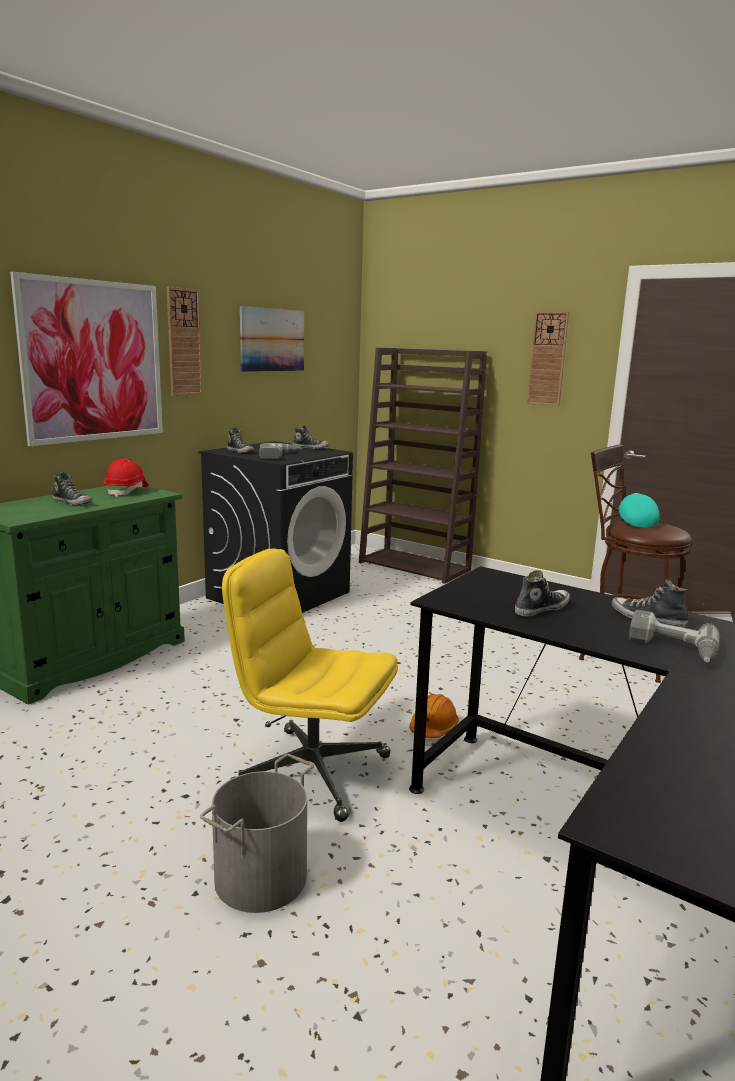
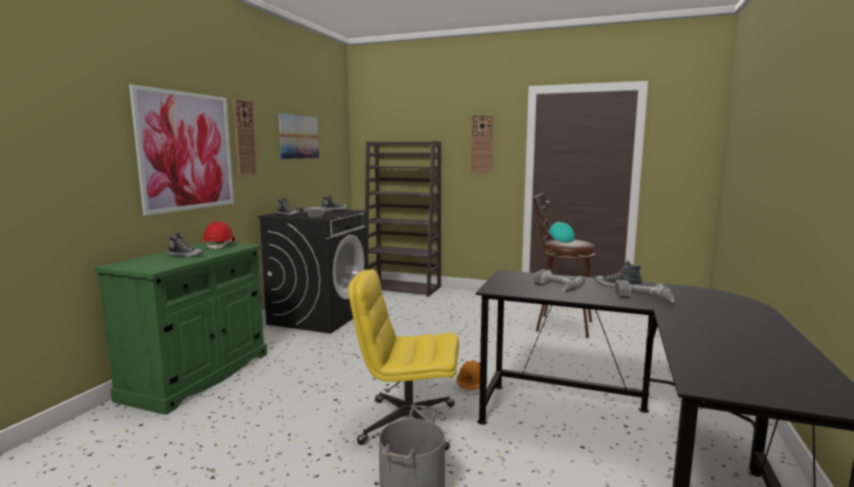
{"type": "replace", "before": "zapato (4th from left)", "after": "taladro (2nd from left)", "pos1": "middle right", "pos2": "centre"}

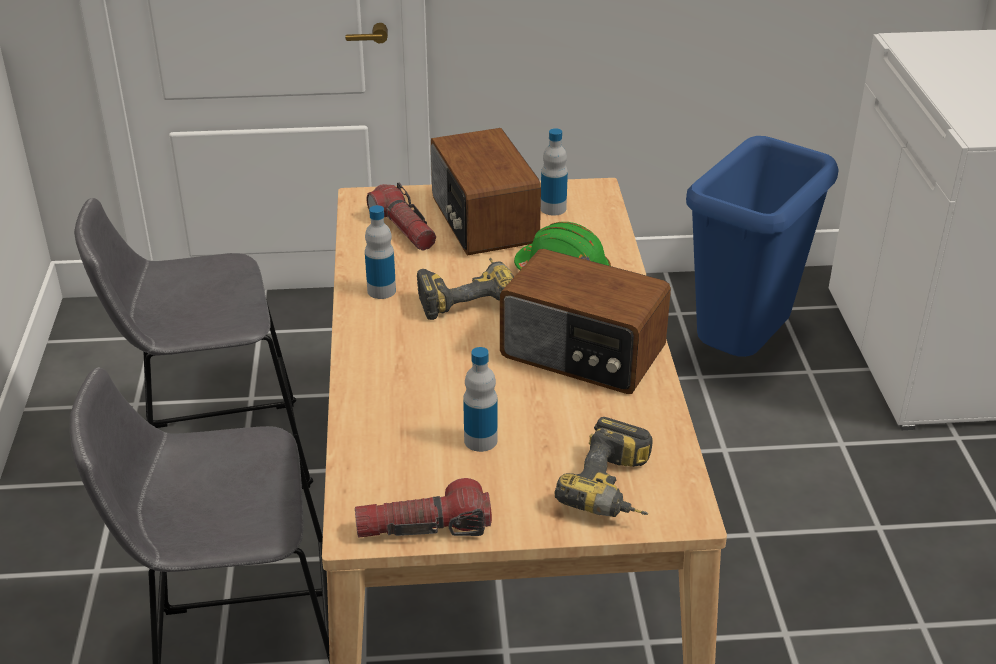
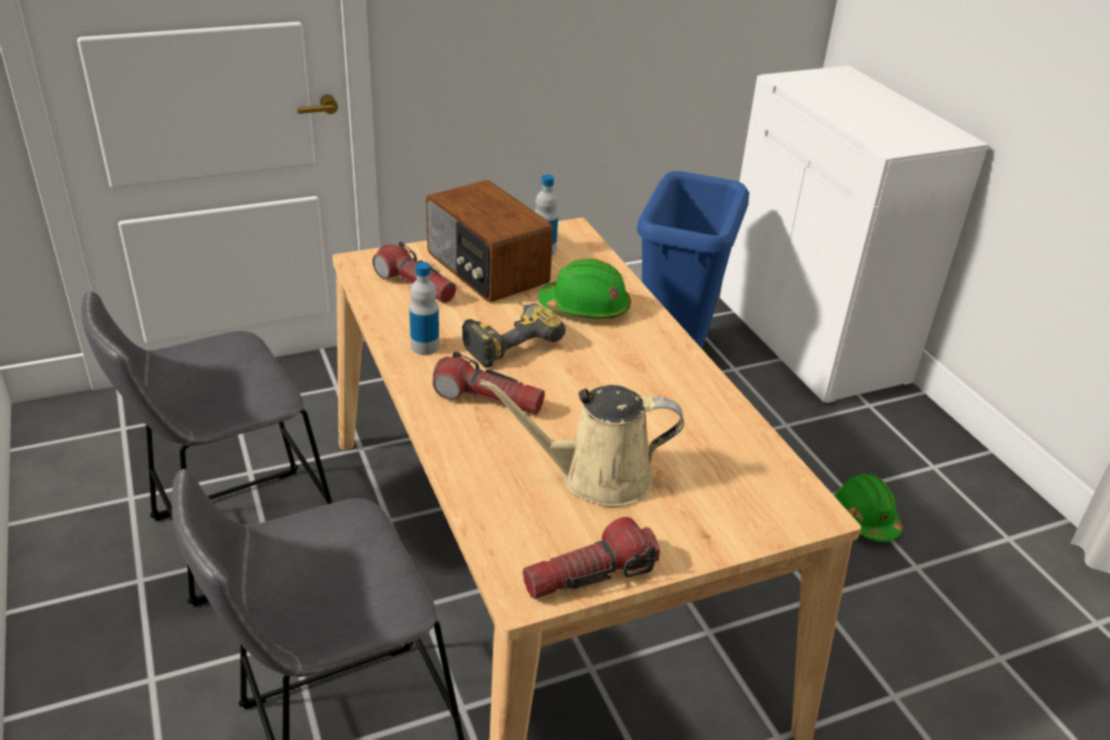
{"type": "delete", "before": "radio (2nd from left)", "pos1": "centre"}
{"type": "replace", "before": "botella (2nd from left)", "after": "regadera [beis]", "pos1": "centre", "pos2": "centre"}
{"type": "delete", "before": "taladro (2nd from left)", "pos1": "bottom centre"}
{"type": "insert", "after": "linterna (2nd from left)", "pos2": "centre"}
{"type": "insert", "after": "casco [verde] (2nd from left)", "pos2": "bottom right"}

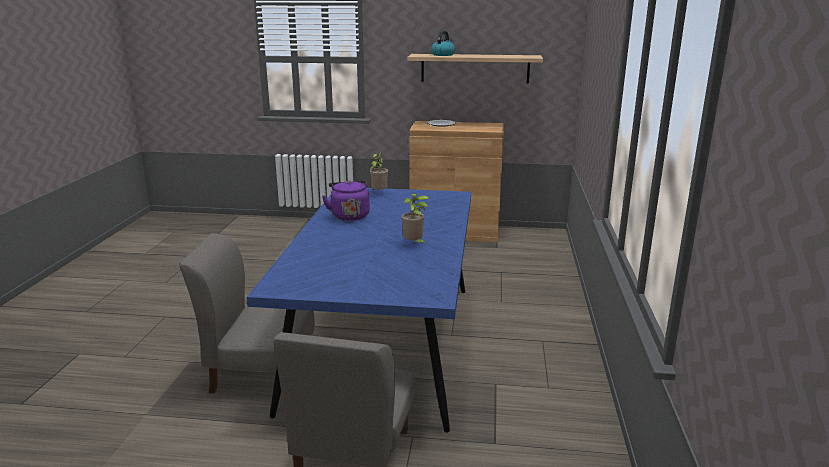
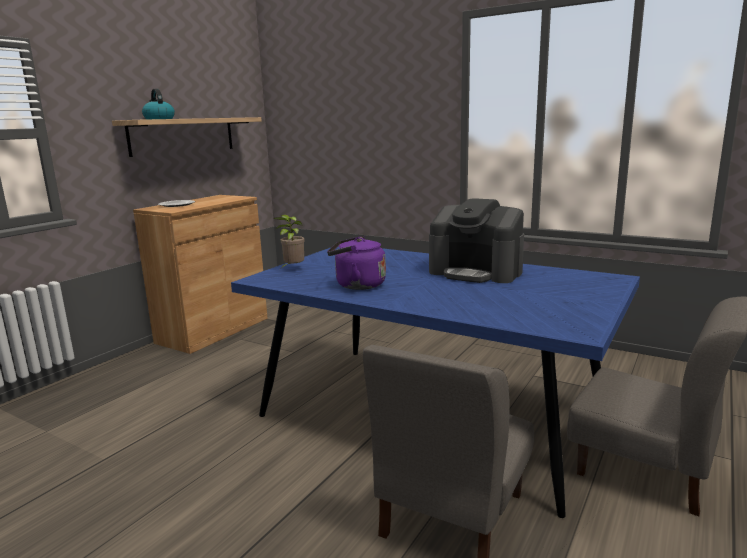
{"type": "replace", "before": "planta en maceta (2nd from left)", "after": "cafetera", "pos1": "centre", "pos2": "centre"}

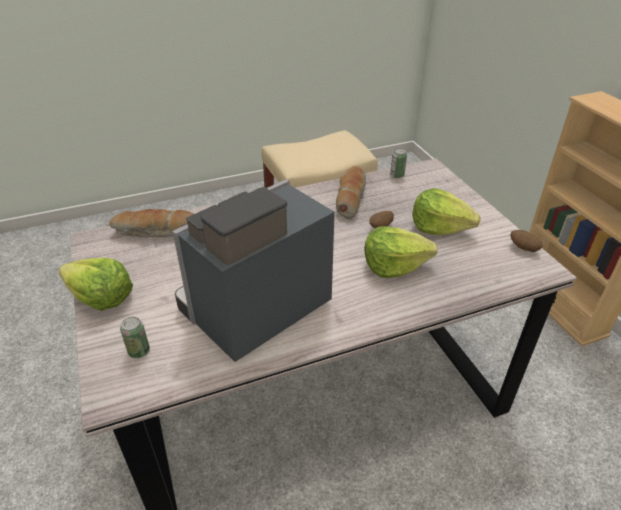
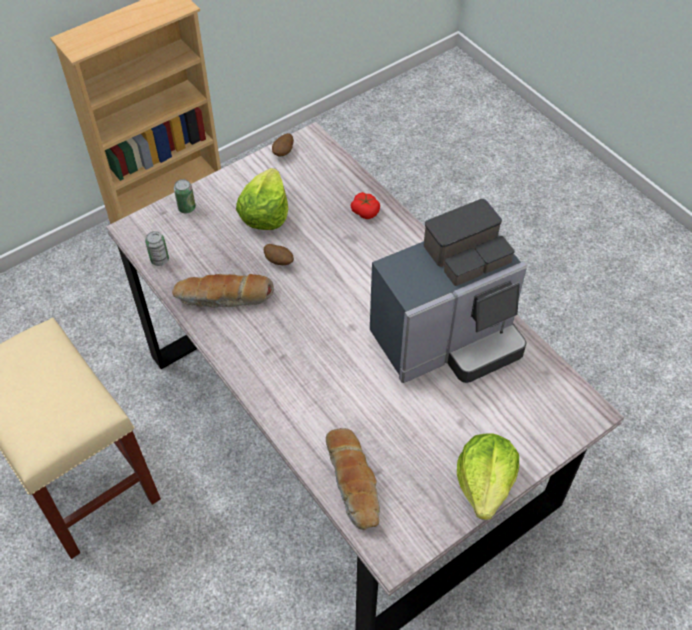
{"type": "rotate", "before": "cafetera", "pos1": "centre", "pos2": "centre", "turn": -60}
{"type": "delete", "before": "lechuga (2nd from left)", "pos1": "centre"}
{"type": "move", "before": "lata (1st from left in the first image)", "after": "lata (2nd from left)", "pos1": "middle left", "pos2": "top left"}
{"type": "insert", "after": "tomate", "pos2": "top centre"}

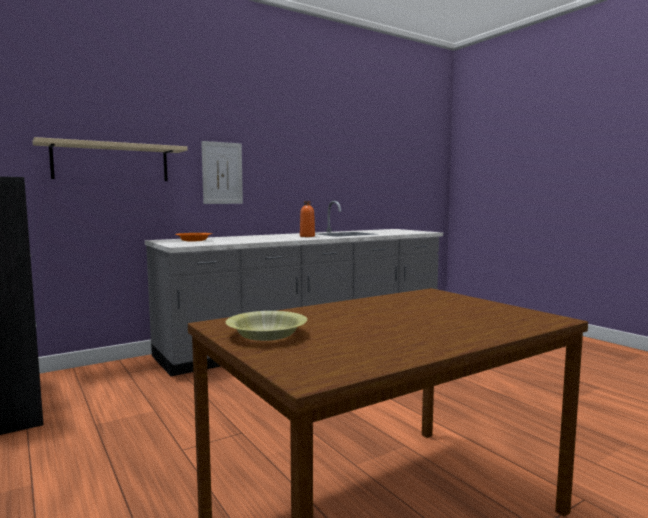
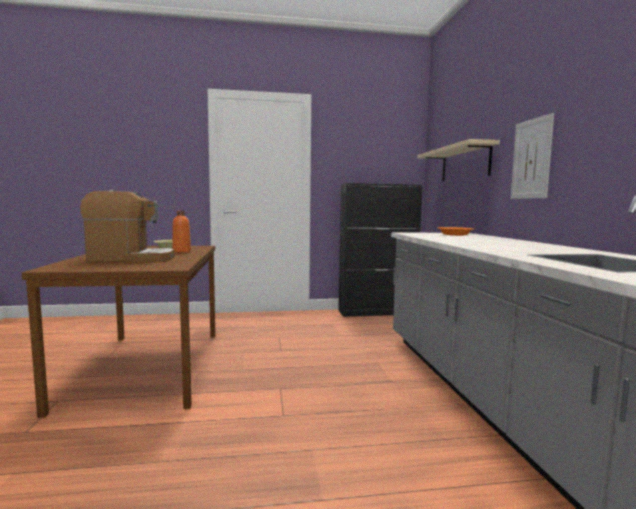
{"type": "move", "before": "botella [naranja]", "pos1": "centre", "pos2": "middle left"}
{"type": "insert", "after": "cafetera", "pos2": "middle left"}

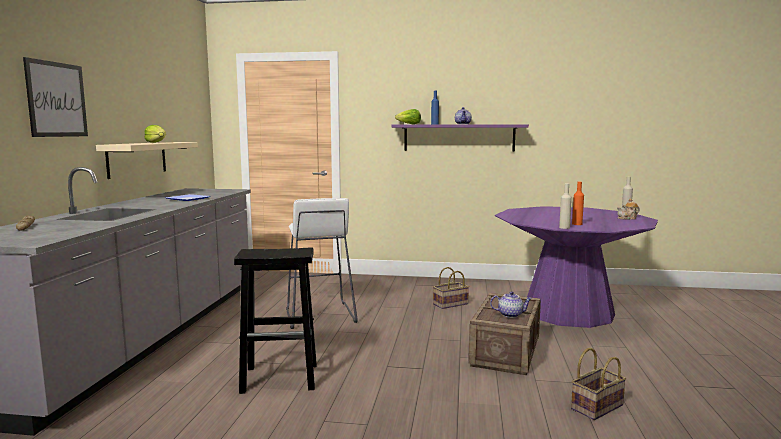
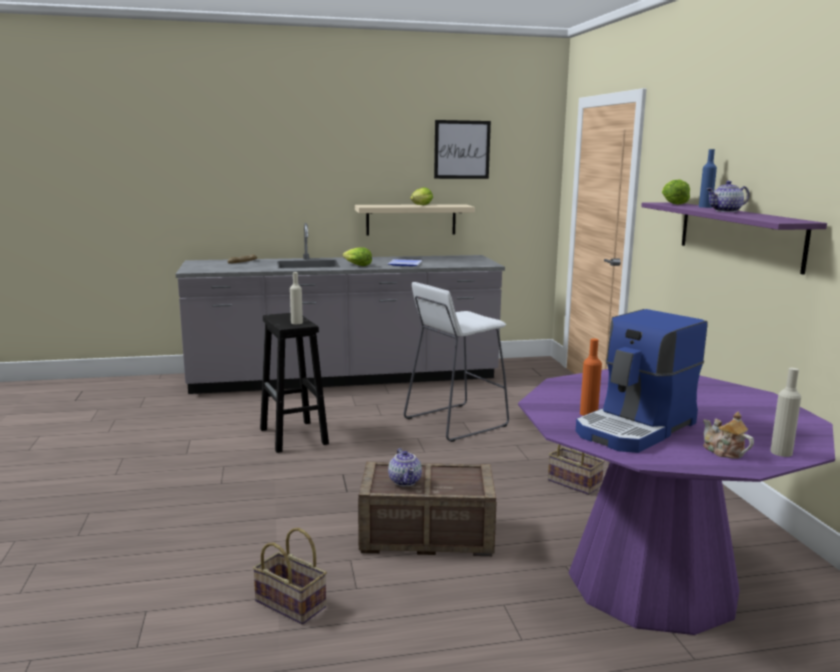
{"type": "move", "before": "cuadro", "pos1": "top left", "pos2": "top centre"}
{"type": "move", "before": "botella [beis] (1st from left)", "pos1": "middle right", "pos2": "centre"}
{"type": "insert", "after": "lechuga (1st from left)", "pos2": "centre"}
{"type": "insert", "after": "cafetera", "pos2": "middle right"}

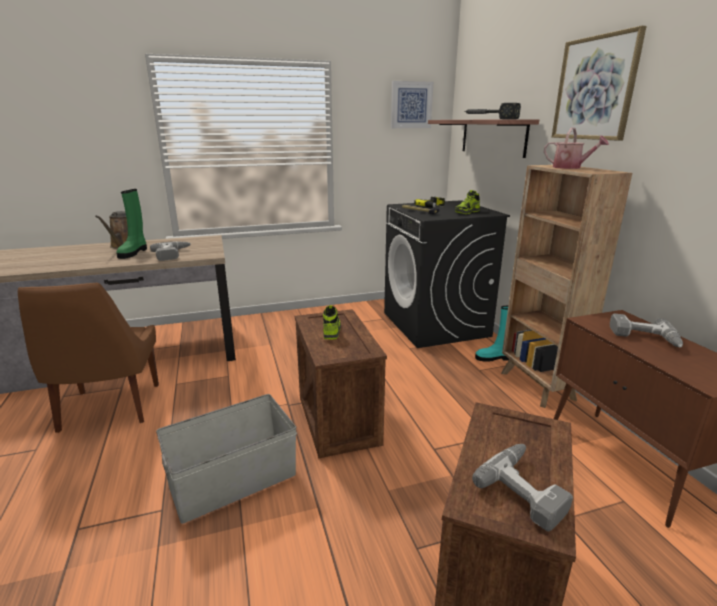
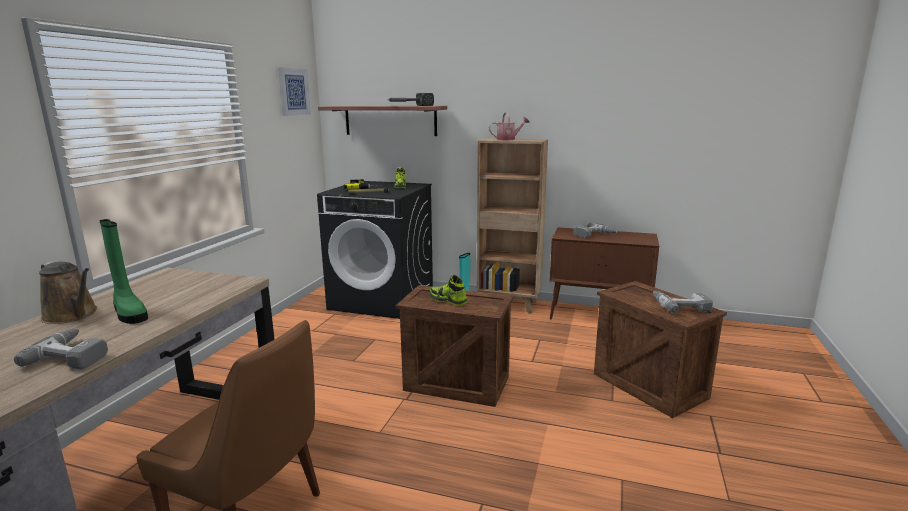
{"type": "delete", "before": "cuadro (2nd from left)", "pos1": "top right"}
{"type": "move", "before": "taladro (1st from left)", "pos1": "middle left", "pos2": "bottom left"}
{"type": "delete", "before": "caja de almacenaje [gris]", "pos1": "bottom left"}

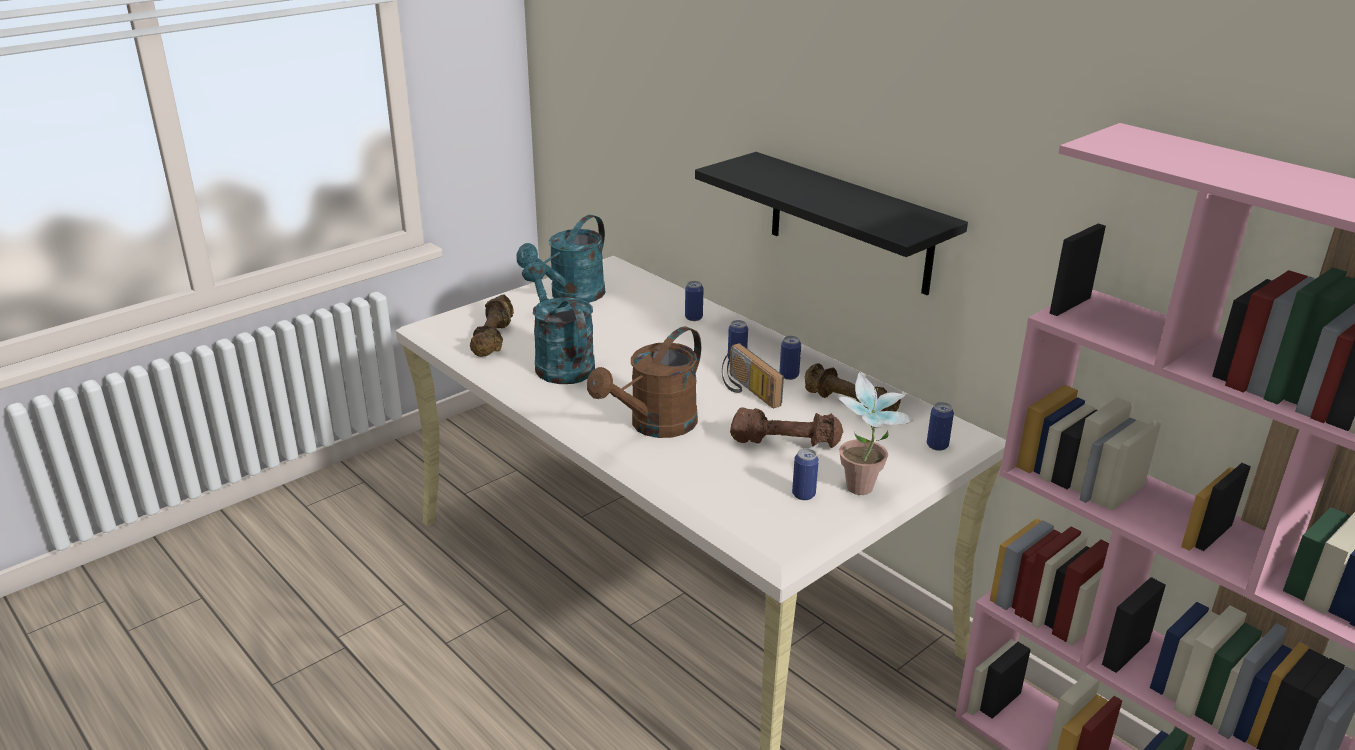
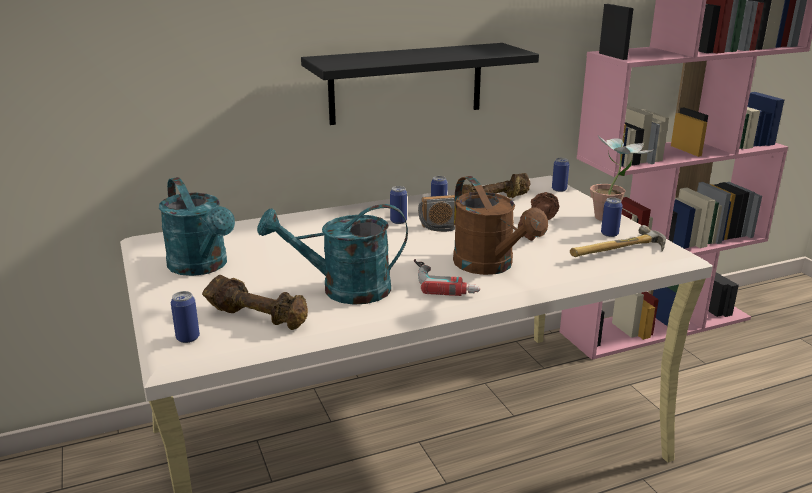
{"type": "move", "before": "lata (1st from left)", "pos1": "centre", "pos2": "middle left"}
{"type": "insert", "after": "martillo", "pos2": "middle right"}
{"type": "insert", "after": "taladro", "pos2": "centre"}

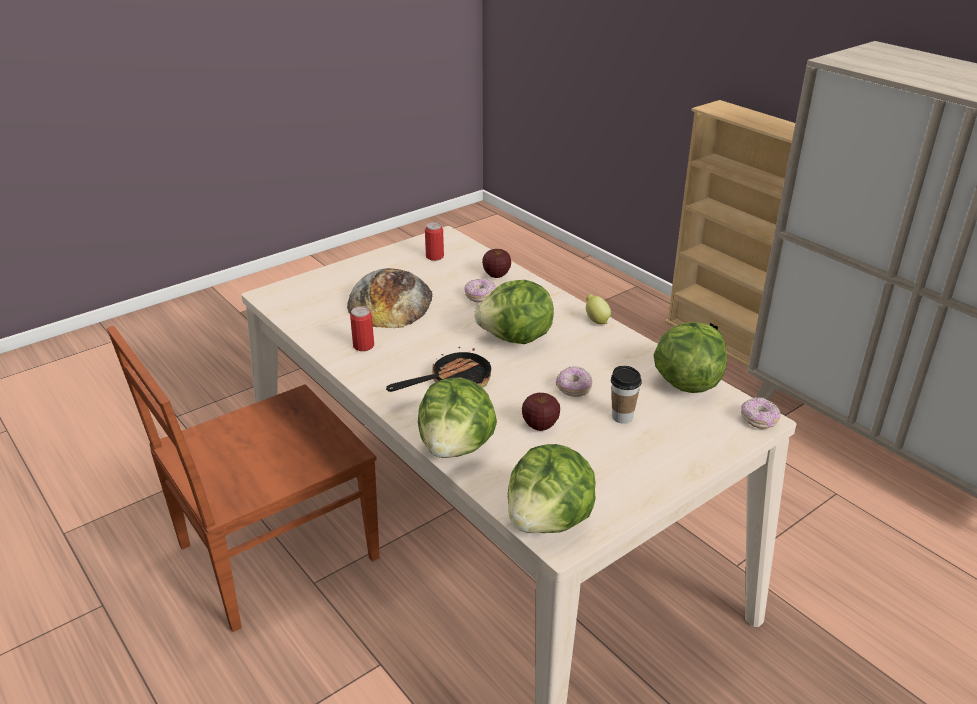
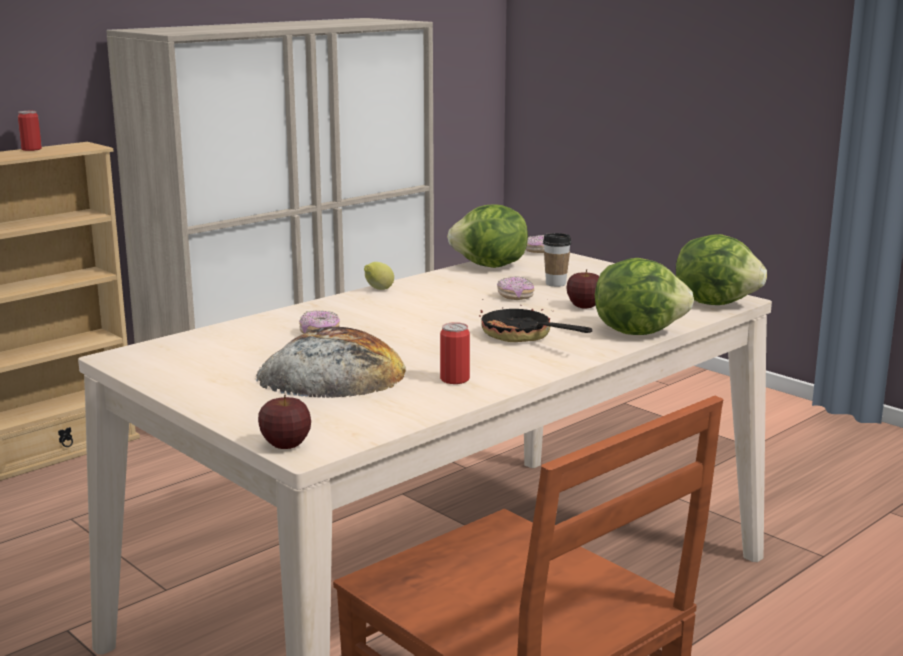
{"type": "move", "before": "lata (2nd from left in the first image)", "after": "lata (1st from left)", "pos1": "centre", "pos2": "top left"}
{"type": "move", "before": "manzana (1st from left)", "pos1": "centre", "pos2": "middle left"}
{"type": "delete", "before": "lechuga (2nd from left)", "pos1": "centre"}

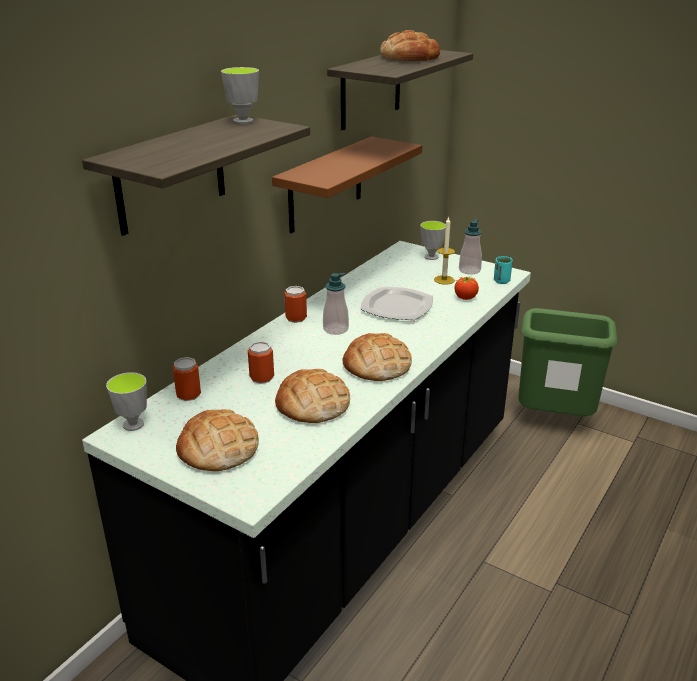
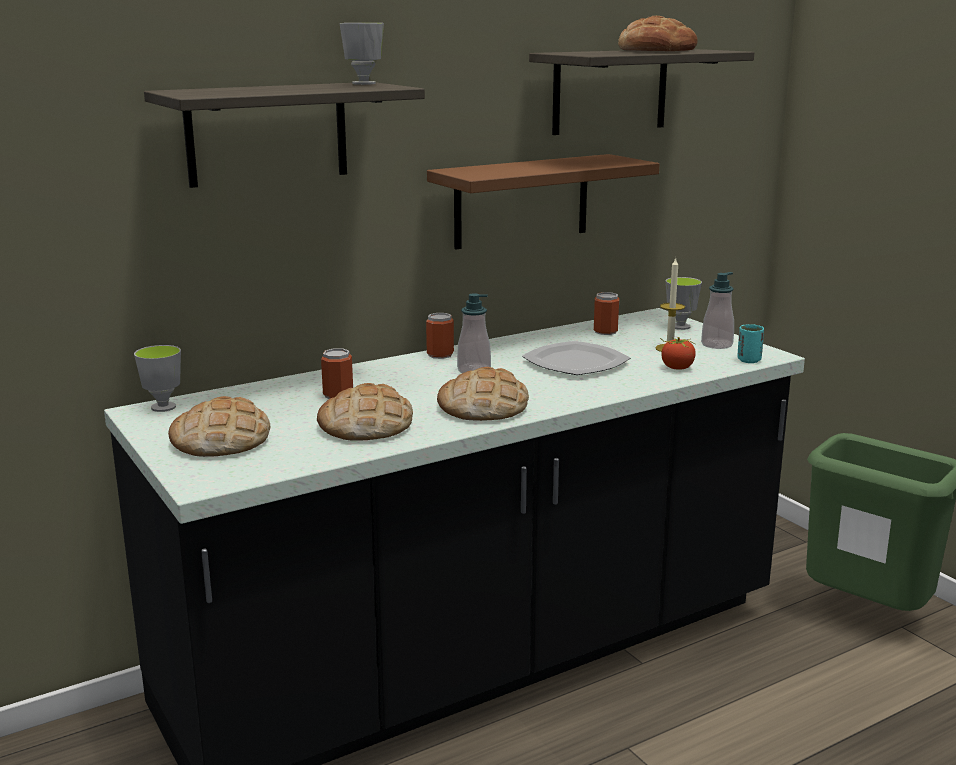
{"type": "move", "before": "lata (1st from left in the first image)", "after": "lata (3rd from left)", "pos1": "middle left", "pos2": "centre"}

